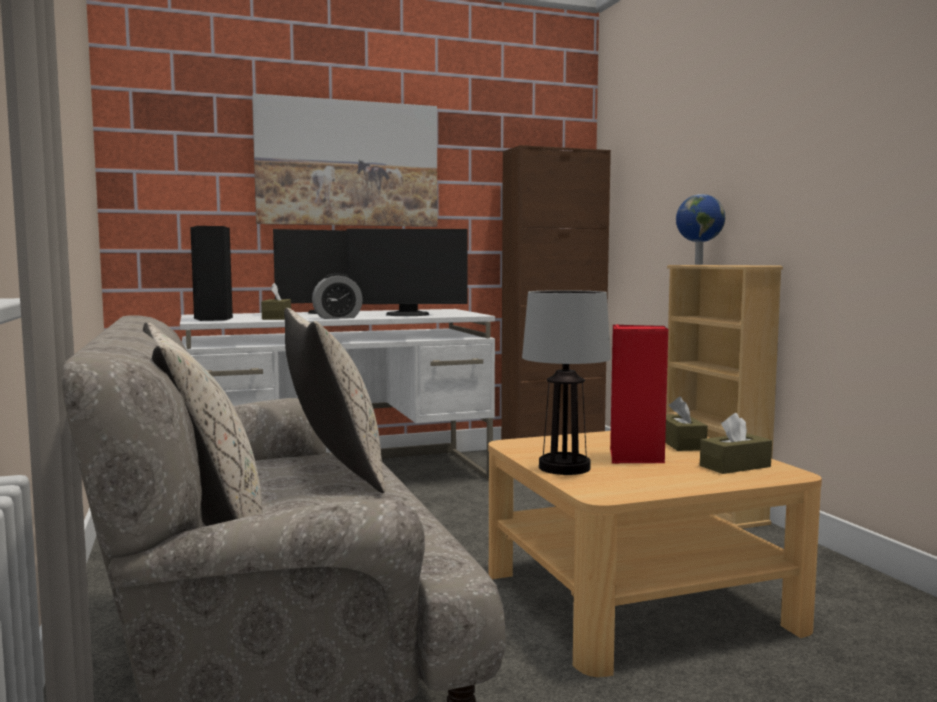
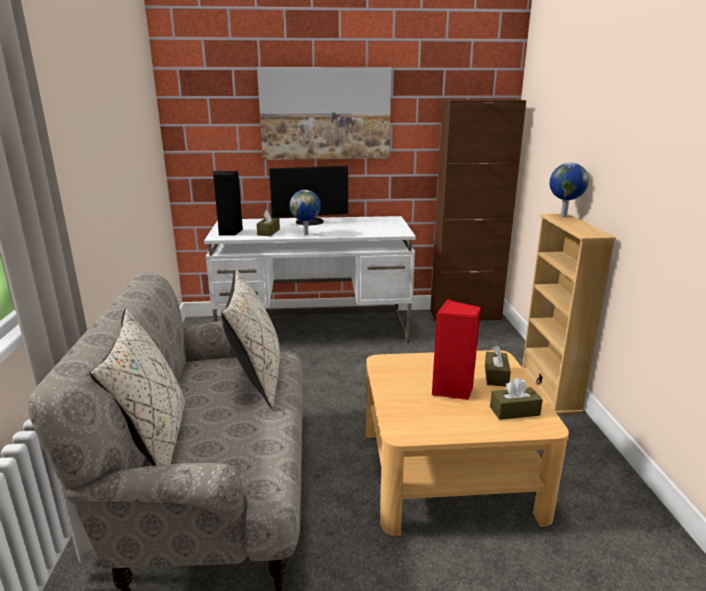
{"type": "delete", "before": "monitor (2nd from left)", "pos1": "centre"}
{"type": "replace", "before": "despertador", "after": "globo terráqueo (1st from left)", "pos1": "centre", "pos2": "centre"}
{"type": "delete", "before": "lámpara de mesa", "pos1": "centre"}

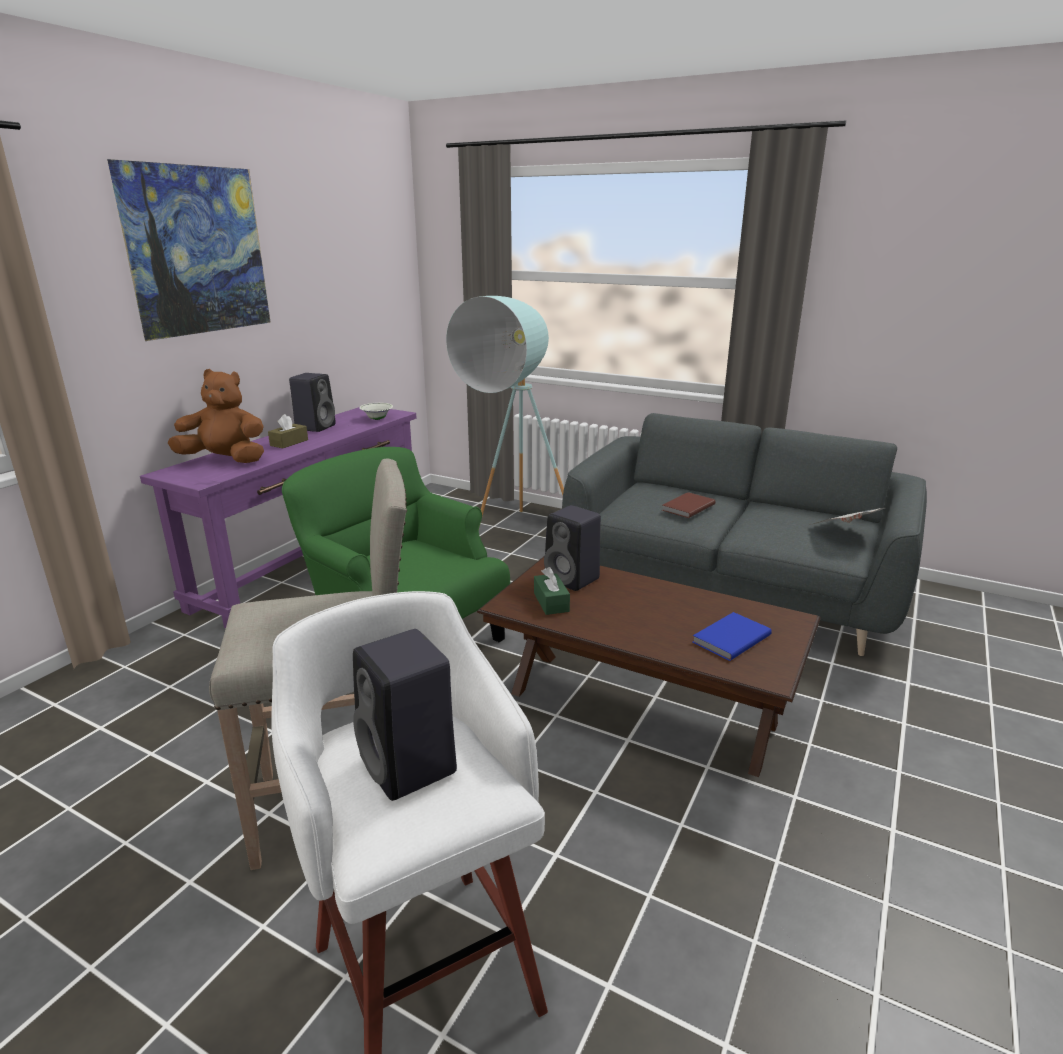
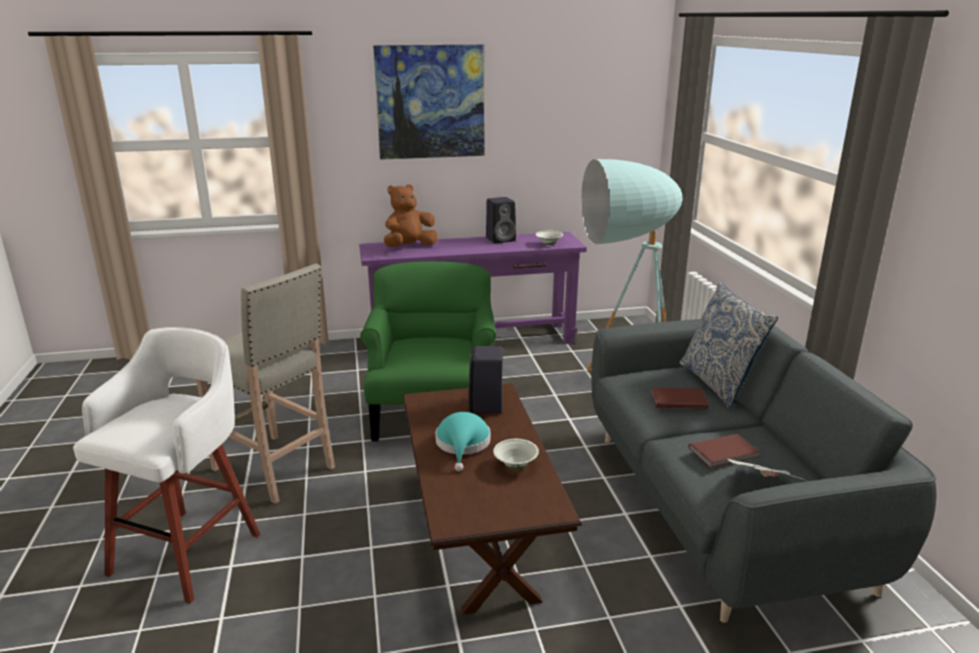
{"type": "rotate", "before": "peluche [marrón]", "pos1": "middle left", "pos2": "top centre", "turn": -90}
{"type": "delete", "before": "caja de pañuelos [marrón]", "pos1": "middle left"}
{"type": "delete", "before": "caja de pañuelos [verde]", "pos1": "centre"}
{"type": "delete", "before": "libro [azul]", "pos1": "middle right"}
{"type": "delete", "before": "altavoz [negro] (2nd from left)", "pos1": "bottom centre"}
{"type": "insert", "after": "cojín", "pos2": "middle right"}
{"type": "insert", "after": "sombrero [turquesa]", "pos2": "bottom centre"}
{"type": "insert", "after": "libro [marrón] (2nd from left)", "pos2": "bottom right"}
{"type": "insert", "after": "cuenco [blanco] (1st from left)", "pos2": "bottom centre"}

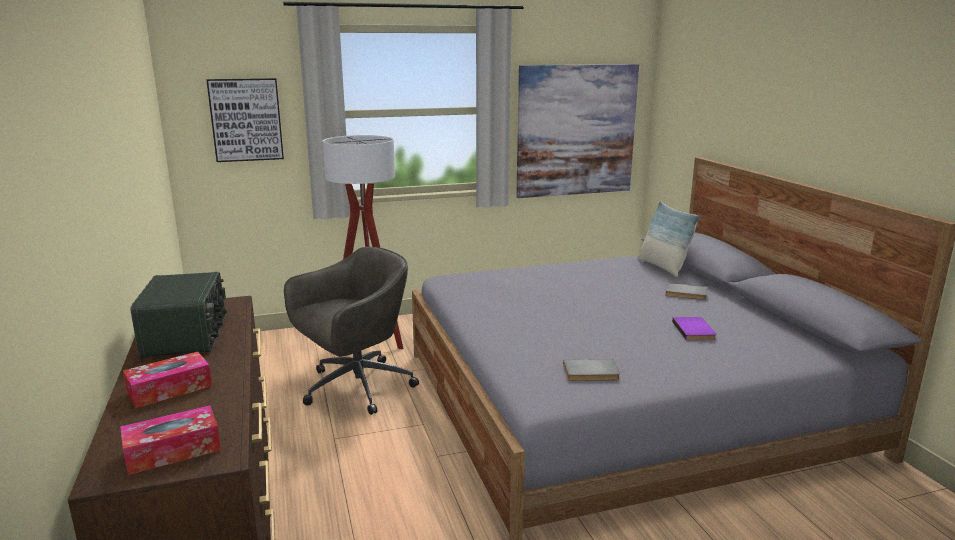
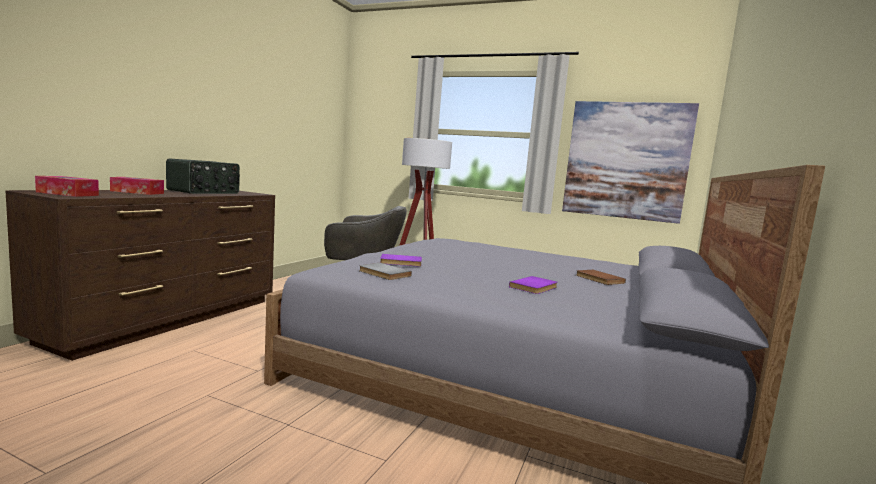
{"type": "delete", "before": "cuadro (1st from left)", "pos1": "top left"}
{"type": "delete", "before": "cojín", "pos1": "middle right"}
{"type": "recolor", "before": "libro [gris] (2nd from left)", "after": "libro [marrón]", "pos1": "middle right", "pos2": "middle right"}
{"type": "insert", "after": "libro [morado] (1st from left)", "pos2": "centre"}

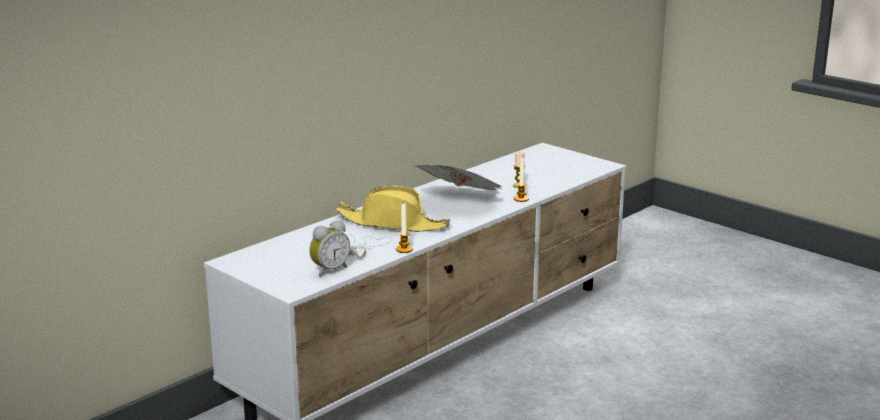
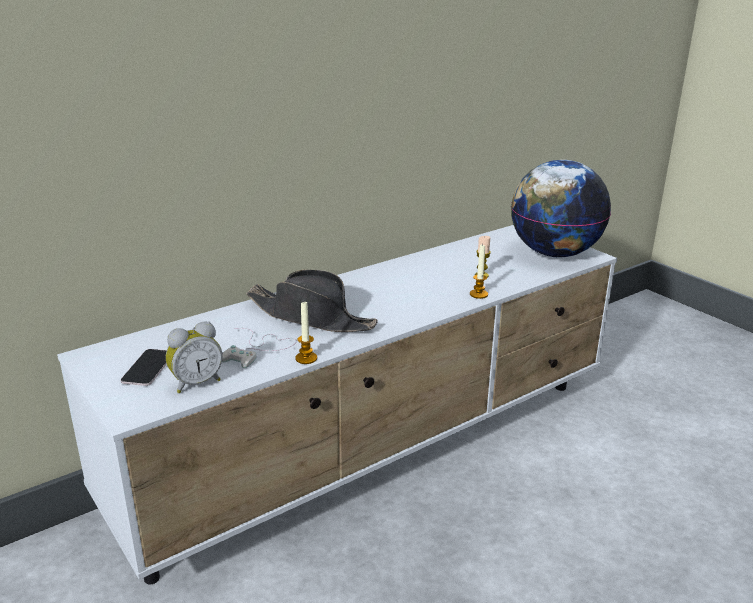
{"type": "delete", "before": "periódico", "pos1": "centre"}
{"type": "recolor", "before": "sombrero [amarillo]", "after": "sombrero [negro]", "pos1": "centre", "pos2": "centre"}
{"type": "insert", "after": "globo terráqueo", "pos2": "middle right"}
{"type": "insert", "after": "móvil", "pos2": "middle left"}

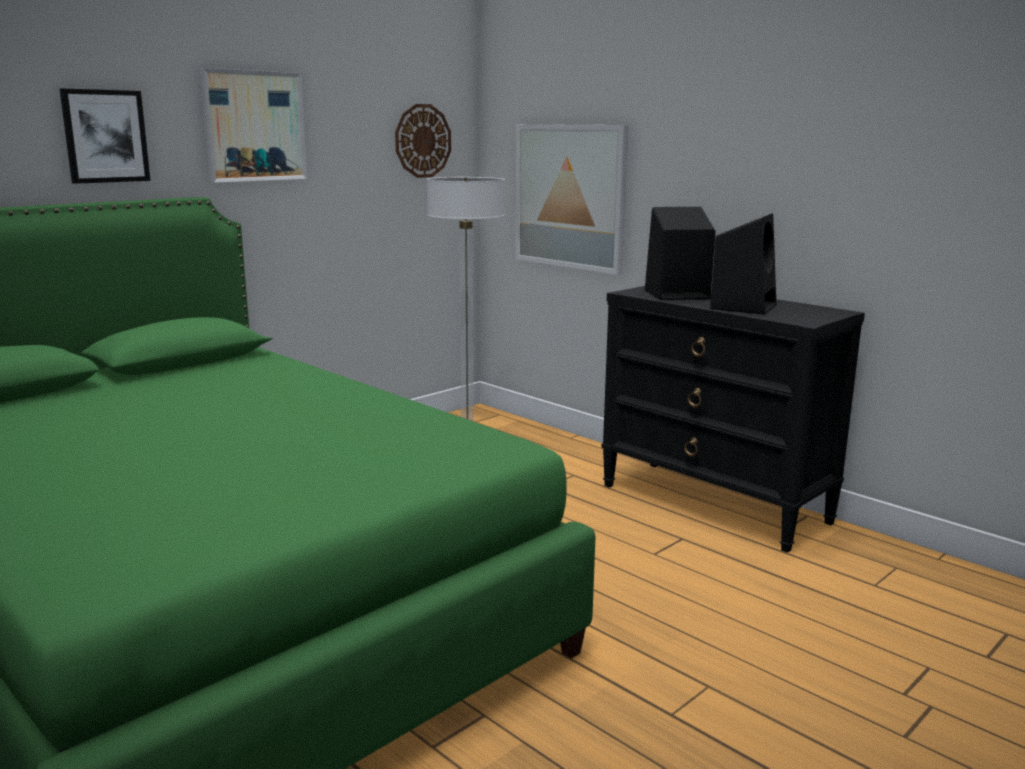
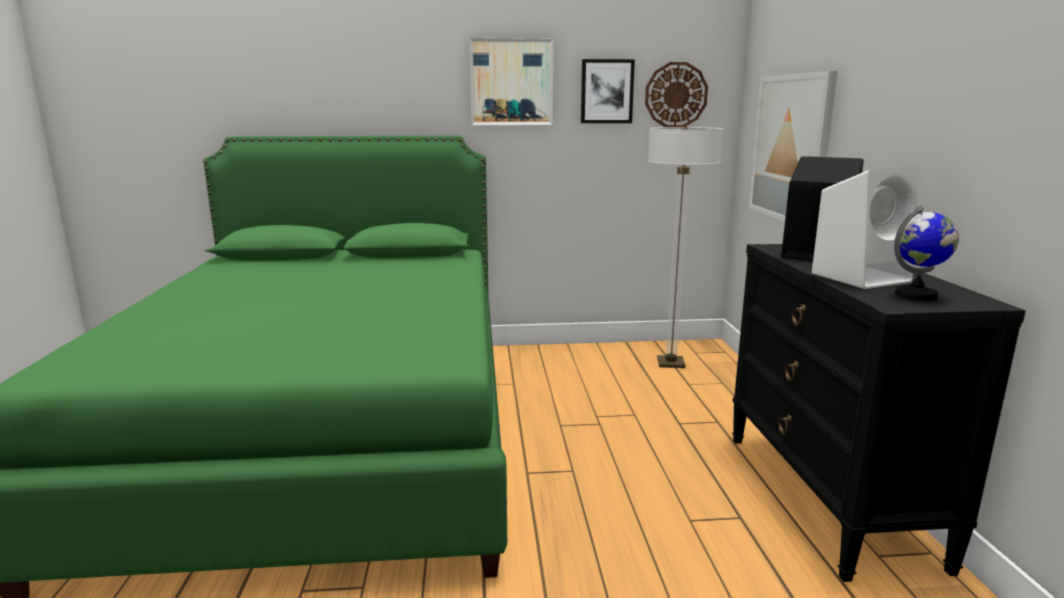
{"type": "move", "before": "cuadro (1st from left in the first image)", "after": "cuadro (2nd from left)", "pos1": "top left", "pos2": "top centre"}
{"type": "recolor", "before": "altavoz [negro] (2nd from left)", "after": "altavoz [blanco]", "pos1": "middle right", "pos2": "middle right"}
{"type": "insert", "after": "globo terráqueo", "pos2": "middle right"}

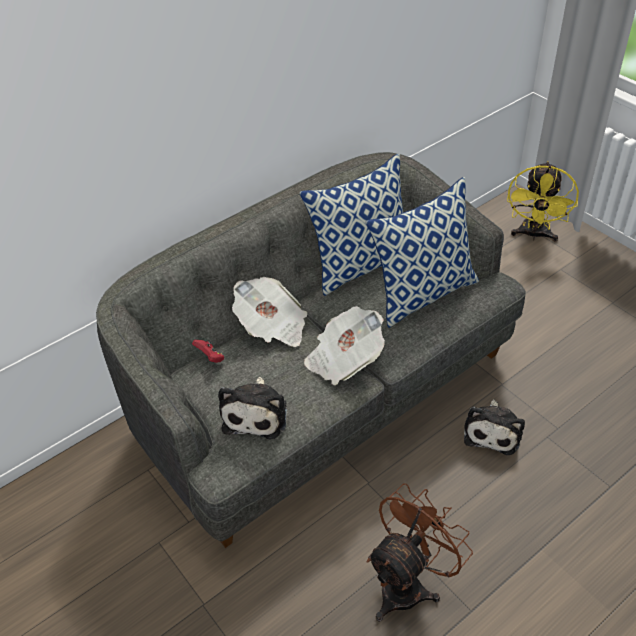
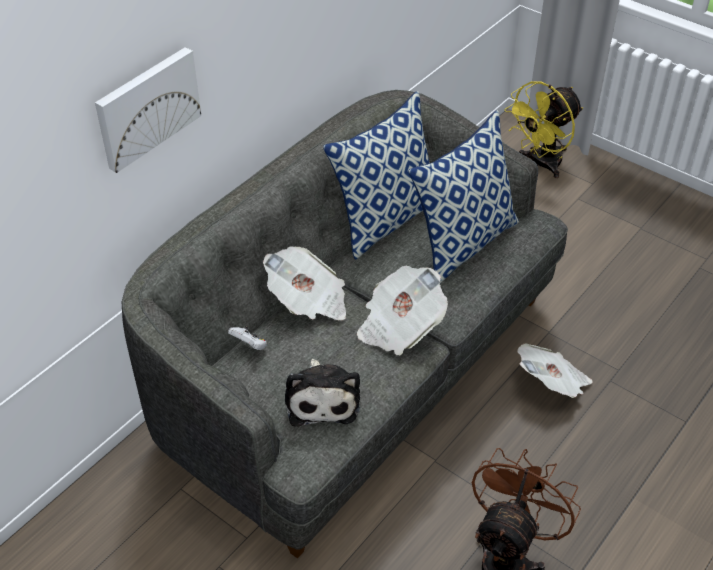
{"type": "rotate", "before": "ventilador [amarillo]", "pos1": "top right", "pos2": "top right", "turn": 45}
{"type": "recolor", "before": "mando de consola [rojo]", "after": "mando de consola [blanco]", "pos1": "middle left", "pos2": "centre"}
{"type": "replace", "before": "peluche (2nd from left)", "after": "periódico (3rd from left)", "pos1": "bottom right", "pos2": "middle right"}
{"type": "insert", "after": "cuadro", "pos2": "top left"}

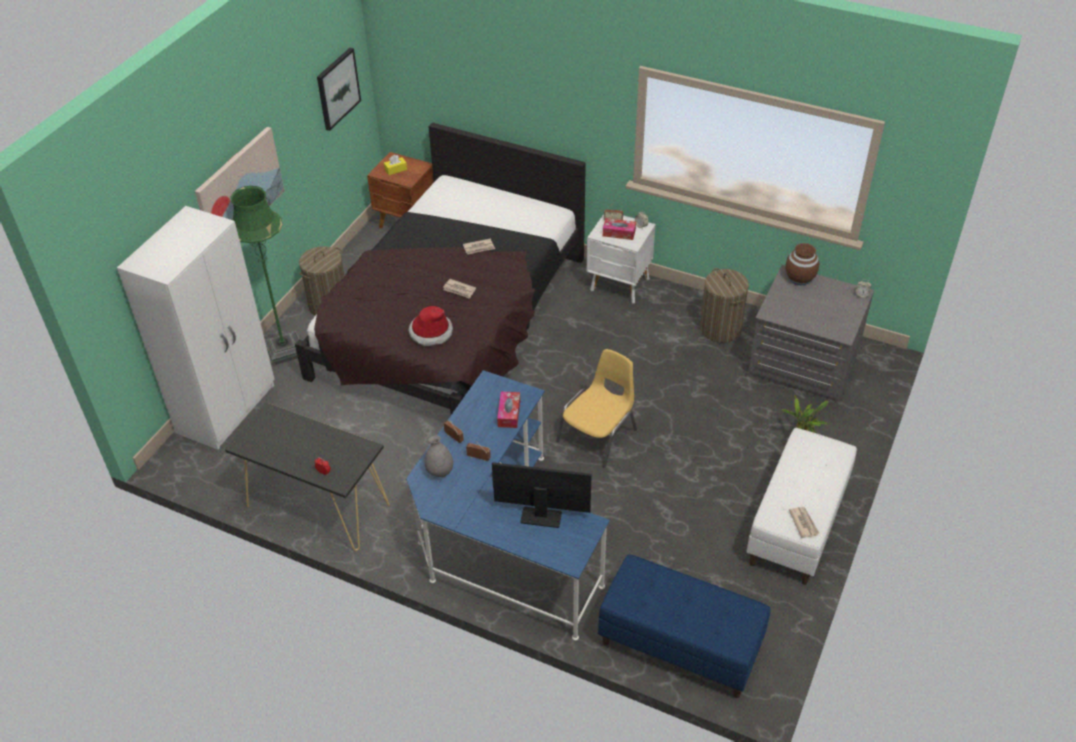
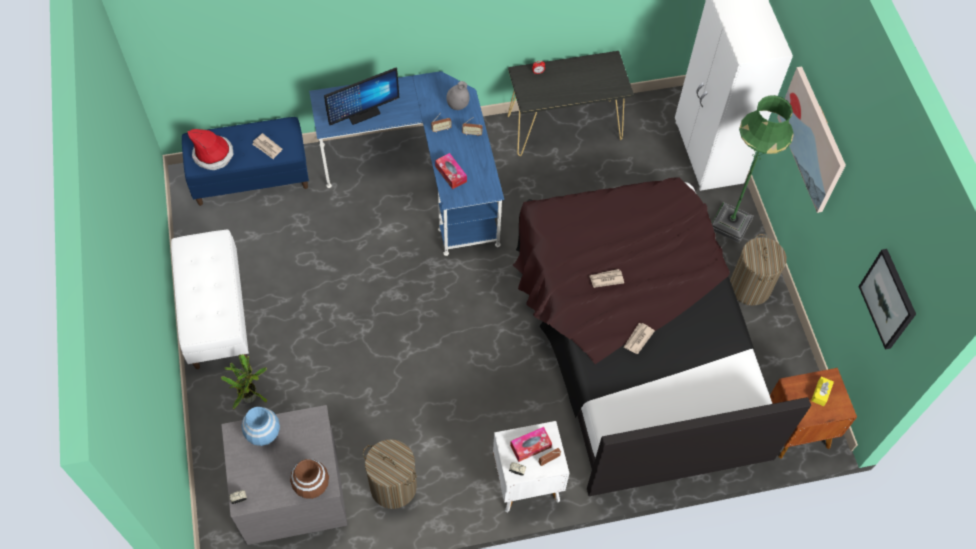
{"type": "move", "before": "sombrero", "pos1": "centre", "pos2": "top left"}
{"type": "delete", "before": "silla [amarillo]", "pos1": "centre"}
{"type": "move", "before": "periódico (3rd from left in the first image)", "after": "periódico (1st from left)", "pos1": "bottom right", "pos2": "top left"}
{"type": "insert", "after": "florero [azul]", "pos2": "bottom left"}

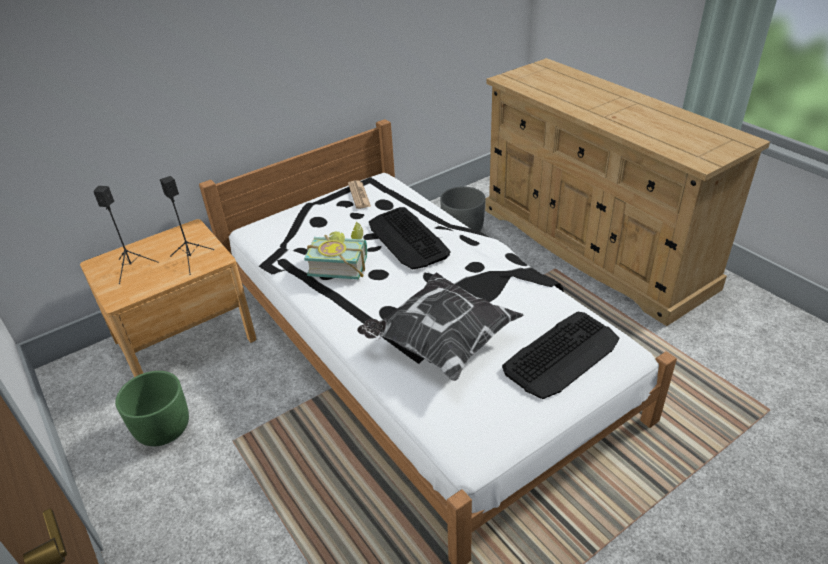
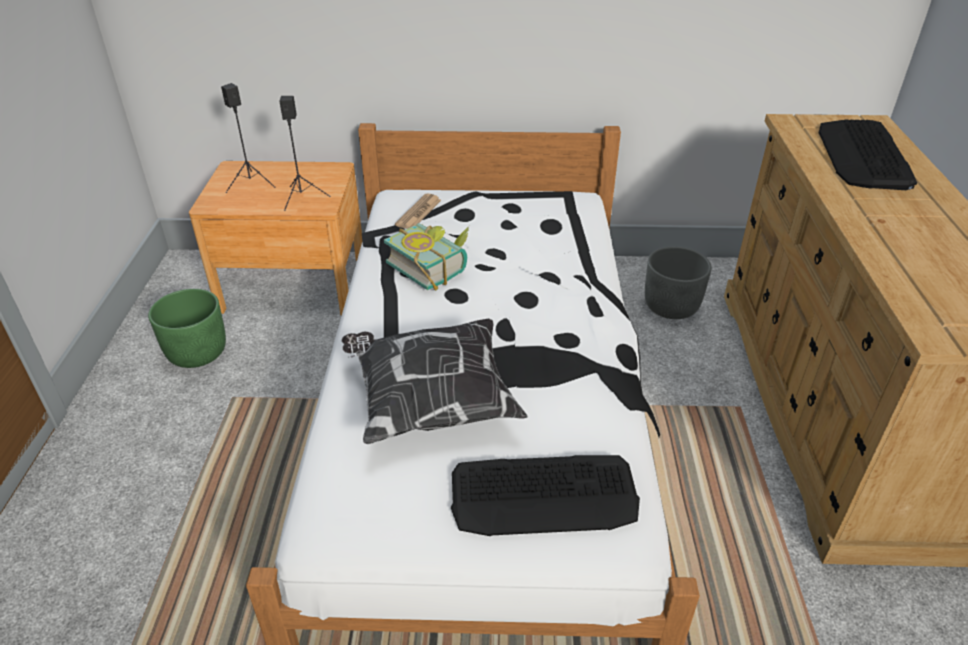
{"type": "move", "before": "periódico", "pos1": "centre", "pos2": "top centre"}
{"type": "move", "before": "teclado (1st from left in the first image)", "after": "teclado (2nd from left)", "pos1": "centre", "pos2": "top right"}

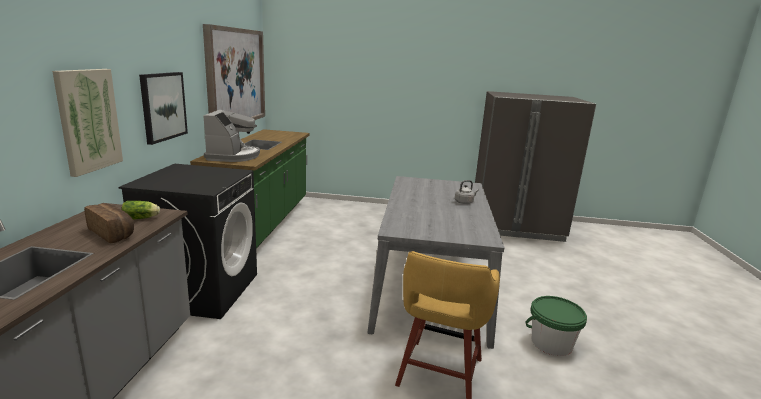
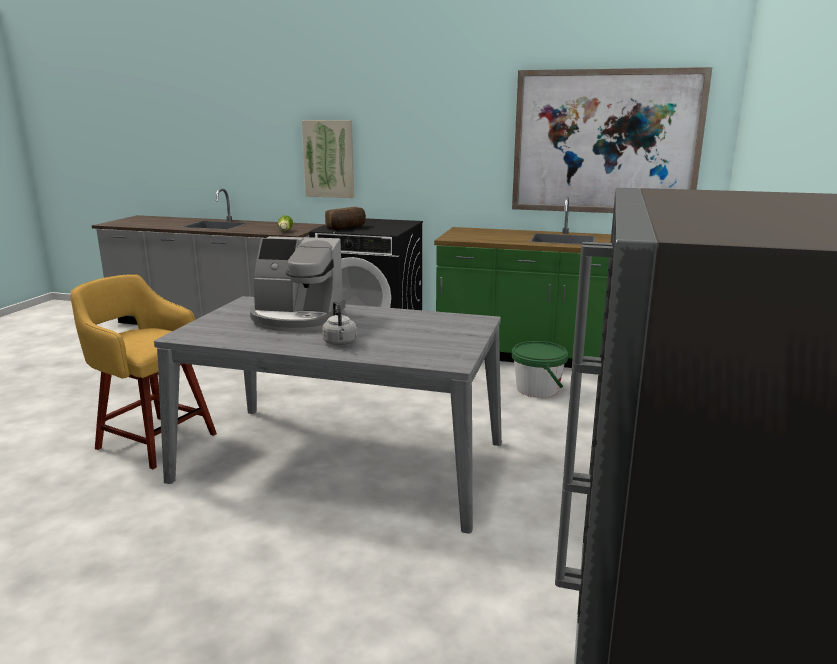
{"type": "delete", "before": "cuadro (2nd from left)", "pos1": "top left"}
{"type": "move", "before": "cafetera", "pos1": "middle left", "pos2": "centre"}
{"type": "move", "before": "pan", "pos1": "middle left", "pos2": "top centre"}
{"type": "move", "before": "cubo [verde]", "pos1": "bottom right", "pos2": "centre"}

